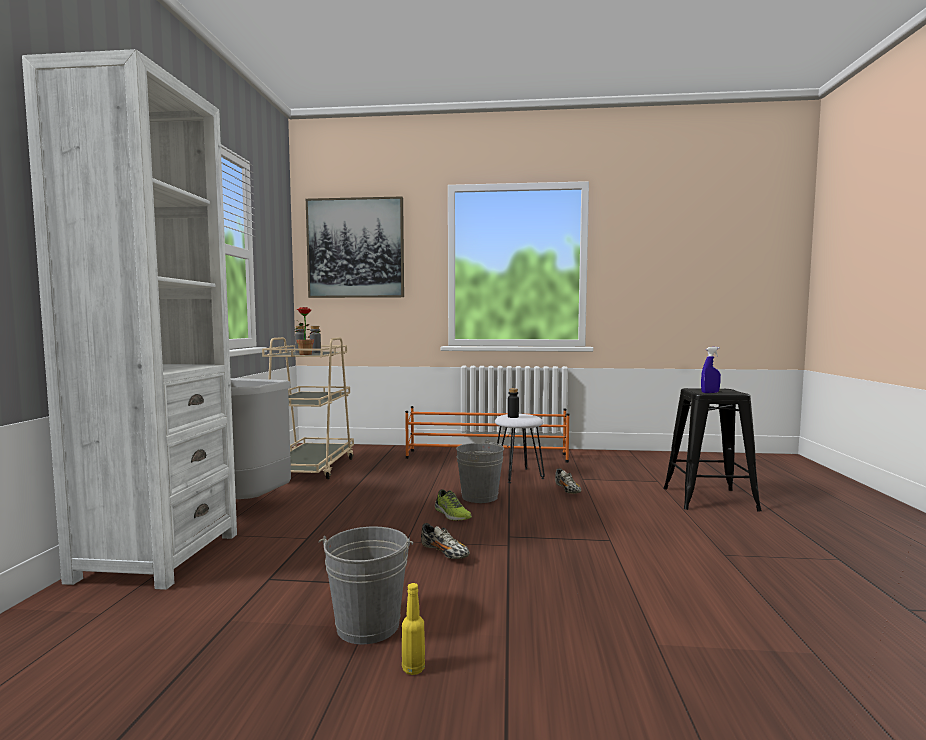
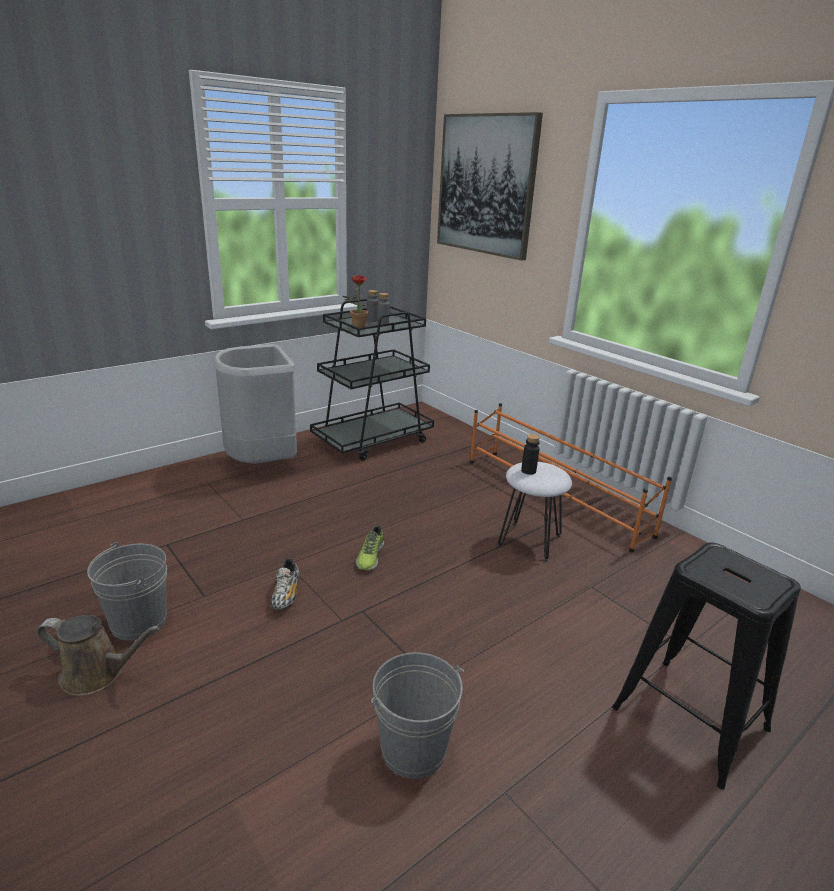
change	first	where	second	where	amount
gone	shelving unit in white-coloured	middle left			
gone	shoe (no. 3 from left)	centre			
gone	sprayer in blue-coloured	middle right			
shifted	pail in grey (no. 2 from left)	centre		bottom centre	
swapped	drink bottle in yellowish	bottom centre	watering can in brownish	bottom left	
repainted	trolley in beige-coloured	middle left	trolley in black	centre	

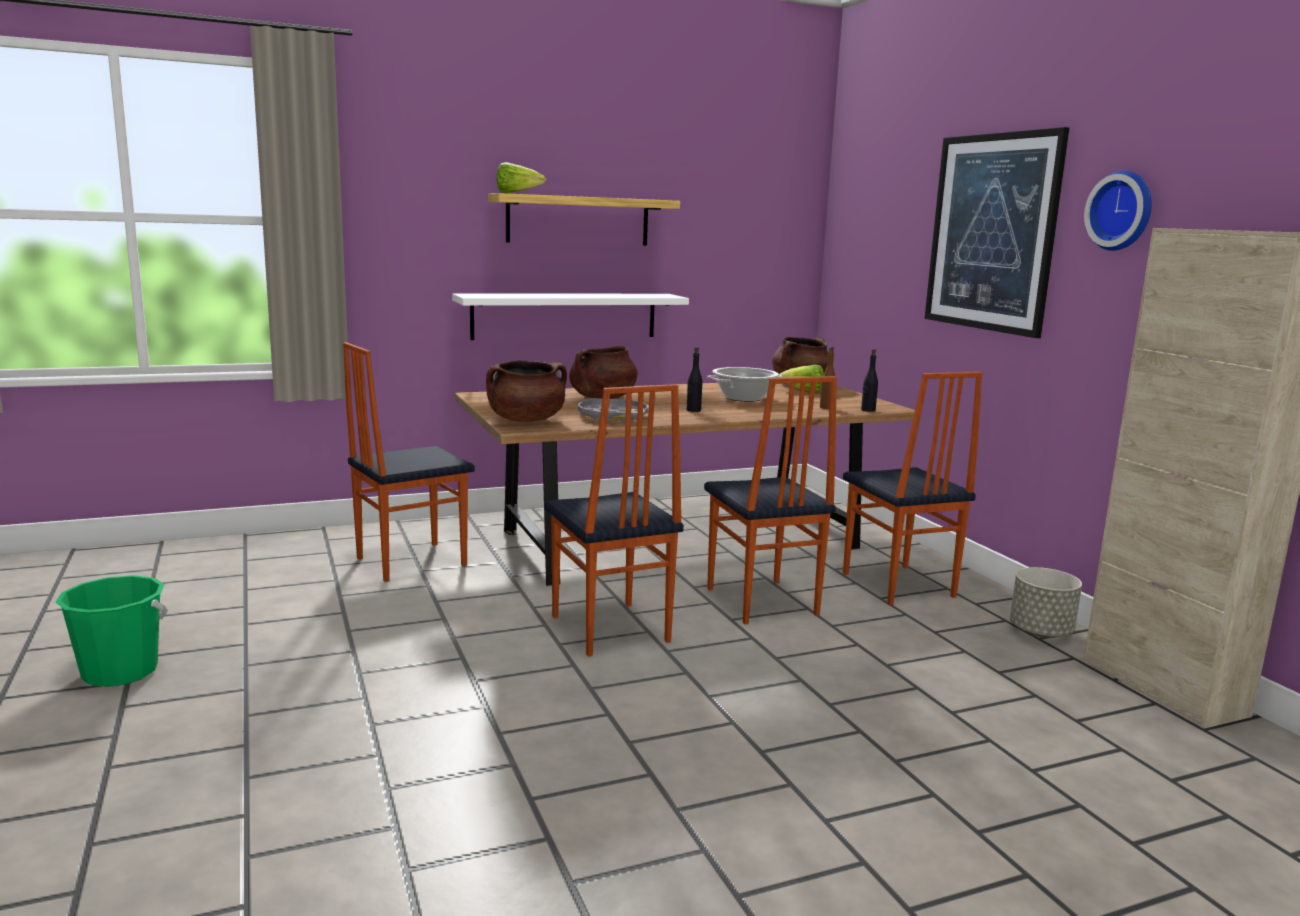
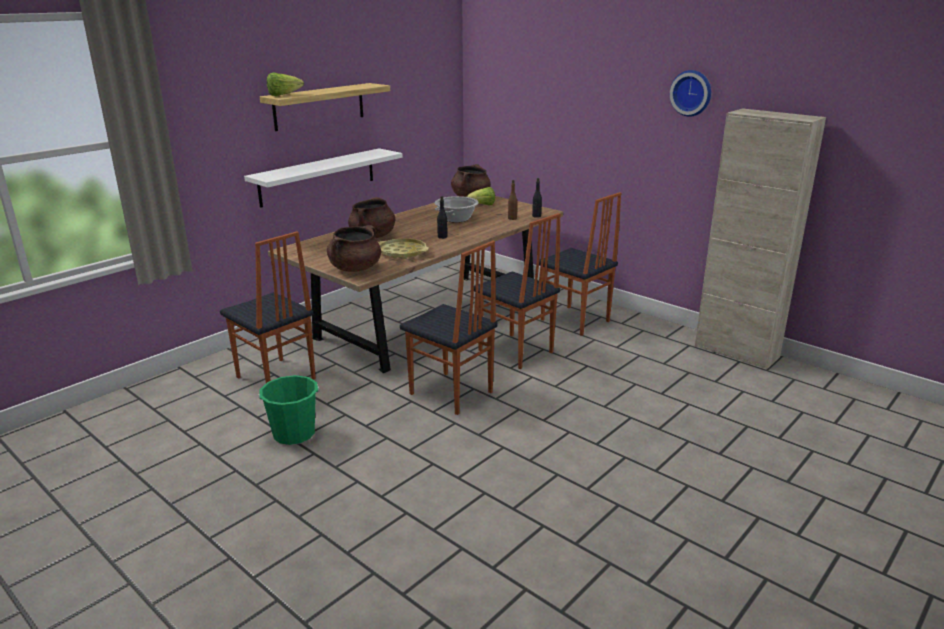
change	first	where	second	where	amount
gone	wall art	top right			
gone	plant pot in grey	middle right			
shifted	pail in greenish	bottom left		middle left	
repainted	carrying tray in grey	centre	carrying tray in yellowish	centre	
rotated	chair (no. 1 from left)	middle left		middle left	75 degrees counterclockwise

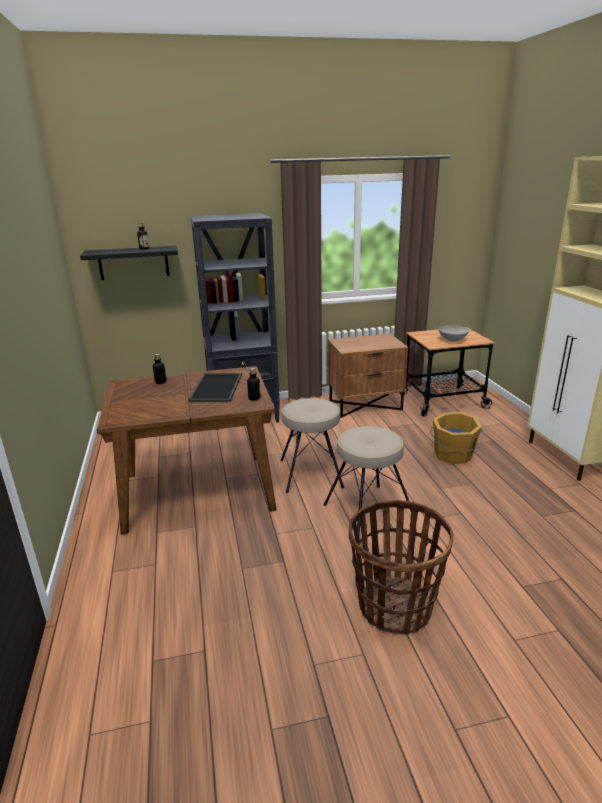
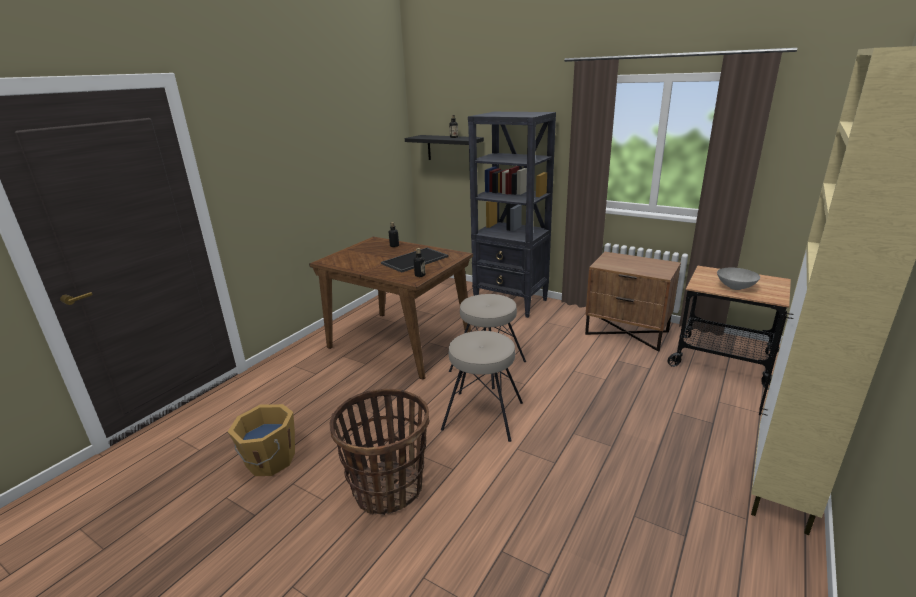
change	first	where	second	where	amount
shifted	pail in orange-coloured	middle right		bottom left	

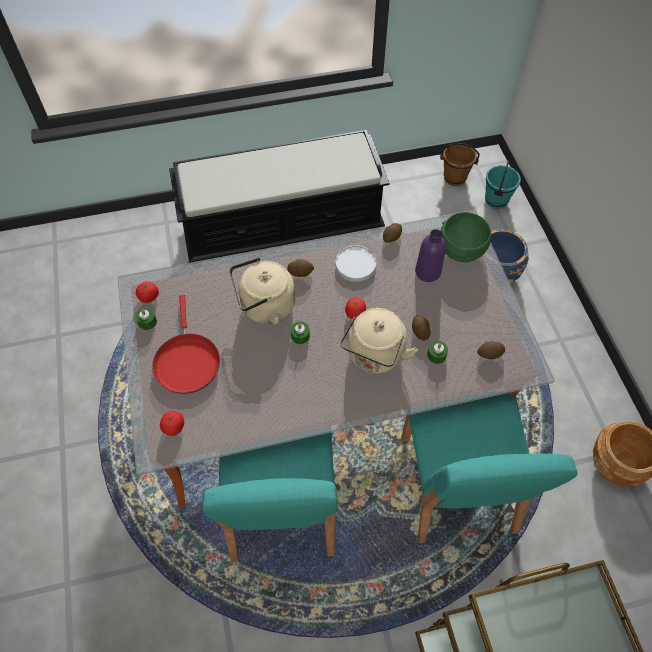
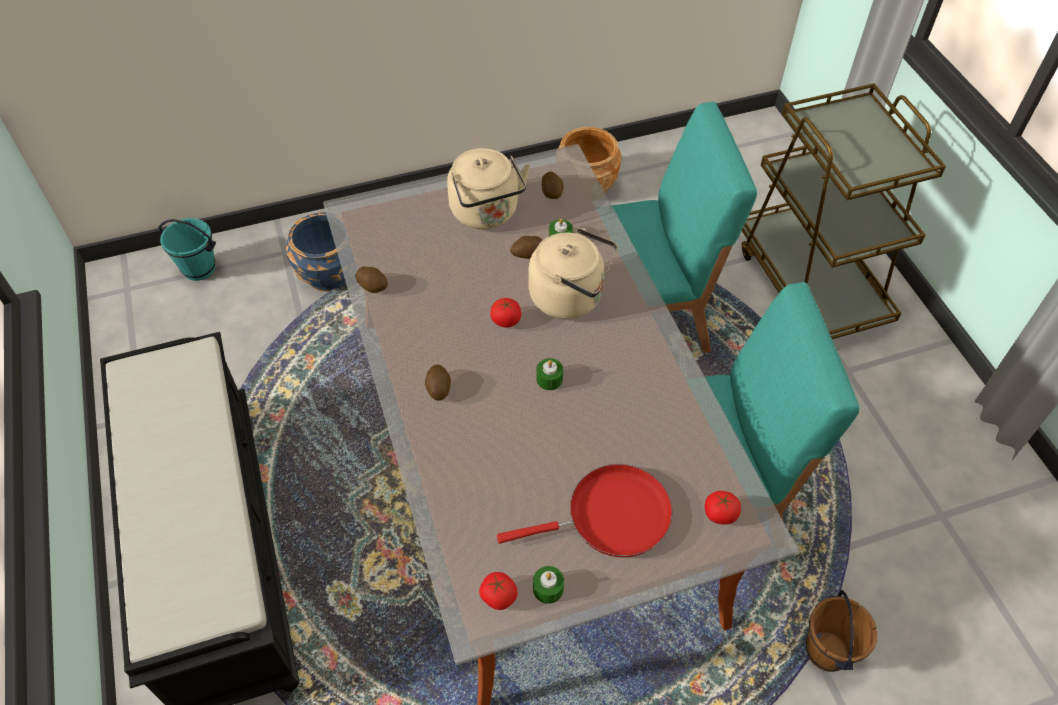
change	first	where	second	where	amount
gone	plate in white-coloured	centre			
gone	drink bottle in purplish	centre			
gone	serving bowl in greenish	middle right			
shifted	water kettle in beige-coloured (no. 1 from left)	centre		top centre	
shifted	pail in brownish	top right		bottom right	

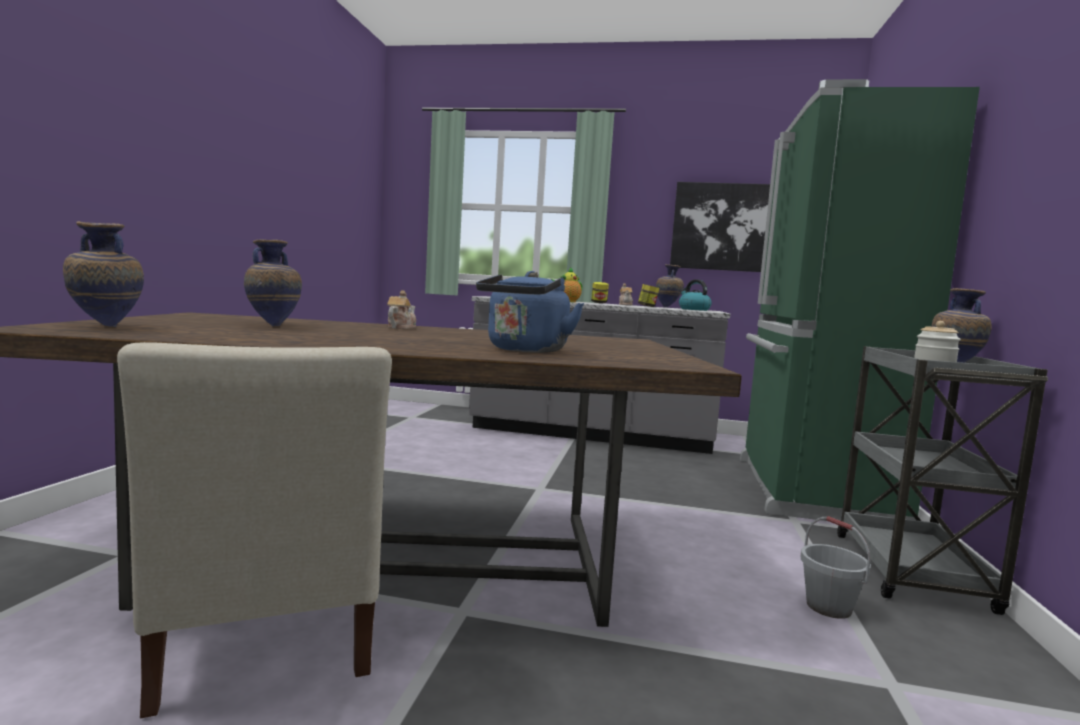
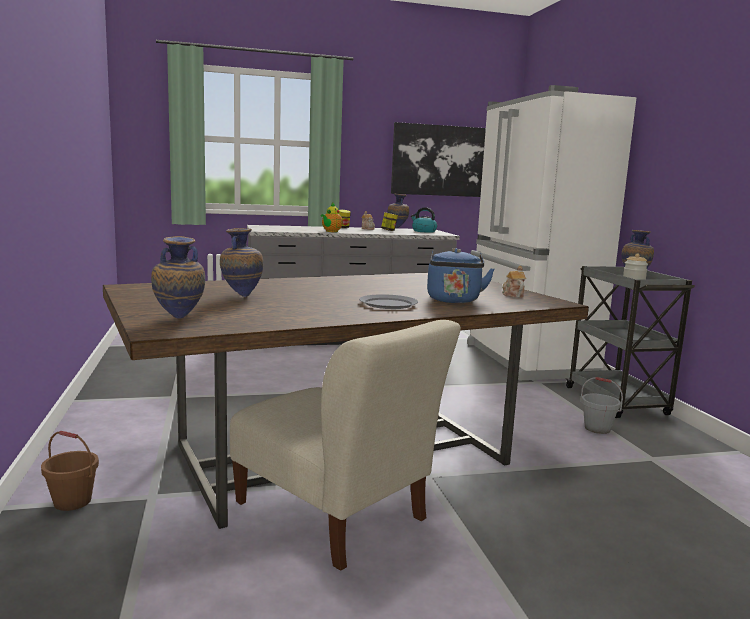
change	first	where	second	where	amount
new			pail in brownish	bottom left	
new			plate in grey	centre	
shifted	teapot (no. 1 from left in the first image)	centre	teapot (no. 3 from left)	middle right	
repainted	fridge in greenish	middle right	fridge in white-coloured	middle right	

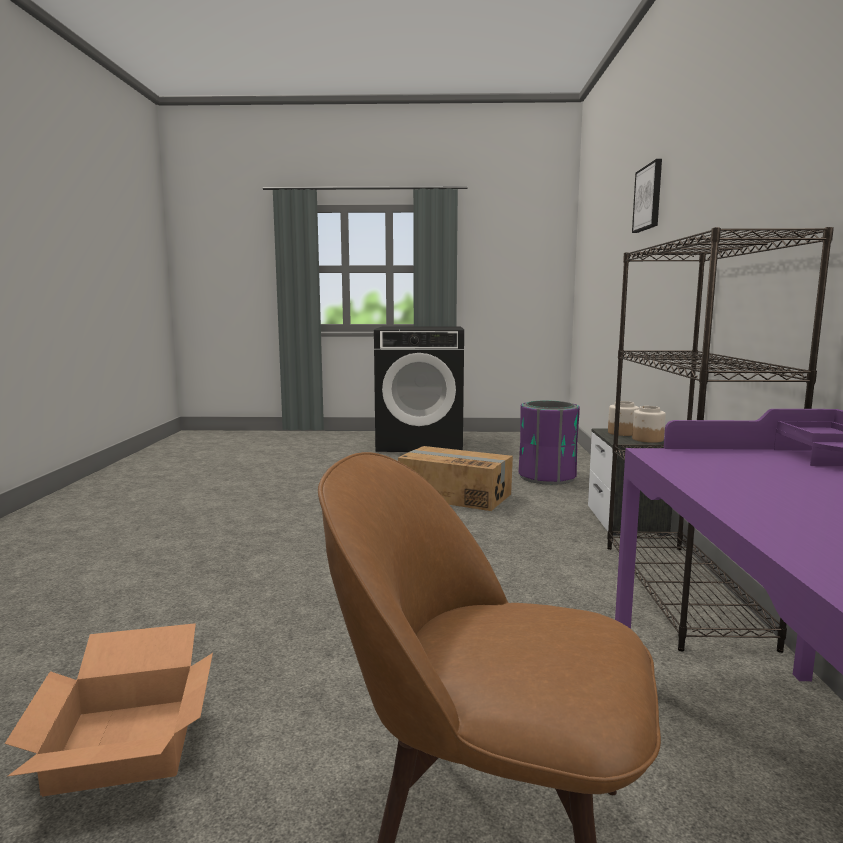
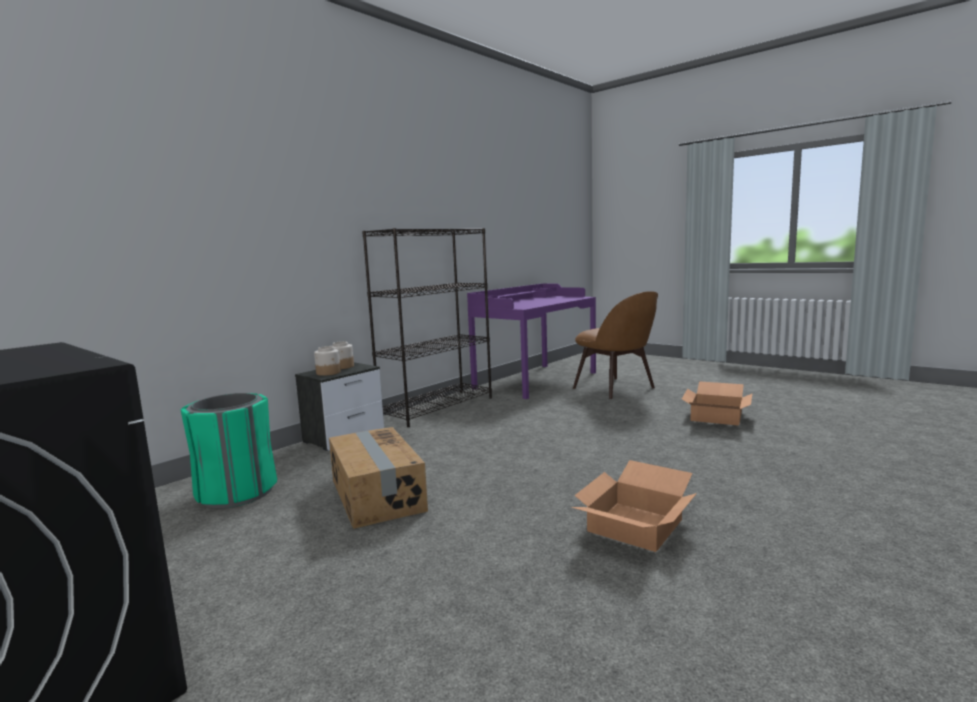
change	first	where	second	where	amount
gone	wall art	top right			
new			carton (no. 2 from left)	bottom centre	
repainted	trash can in purplish	centre	trash can in greenish	middle left	

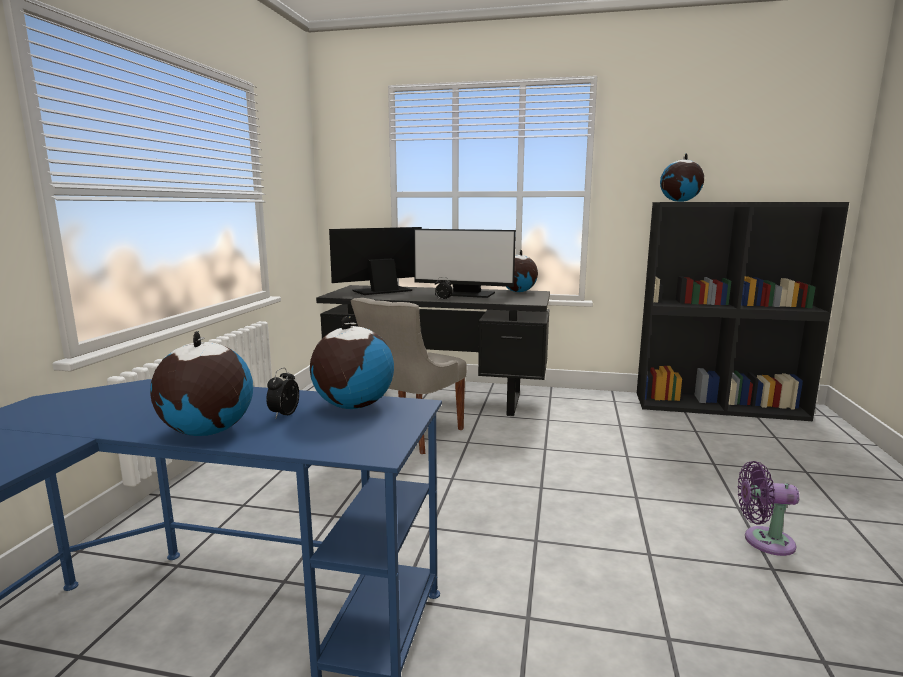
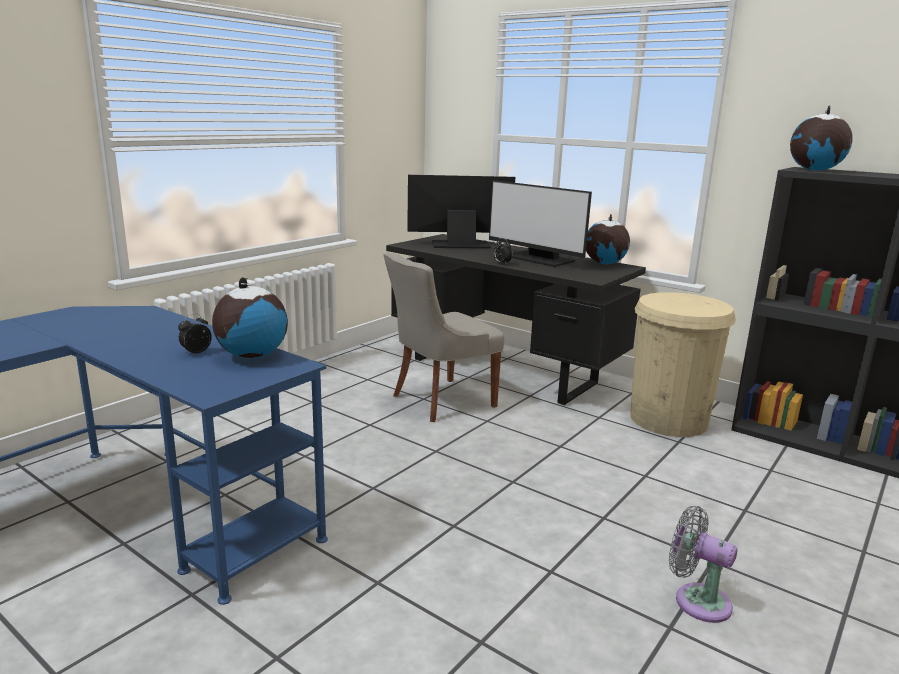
change	first	where	second	where	amount
gone	desk globe (no. 1 from left)	middle left			
new			trash can in beige-coloured	middle right	
repainted	electric fan in purplish	bottom right	electric fan in grey	bottom right	

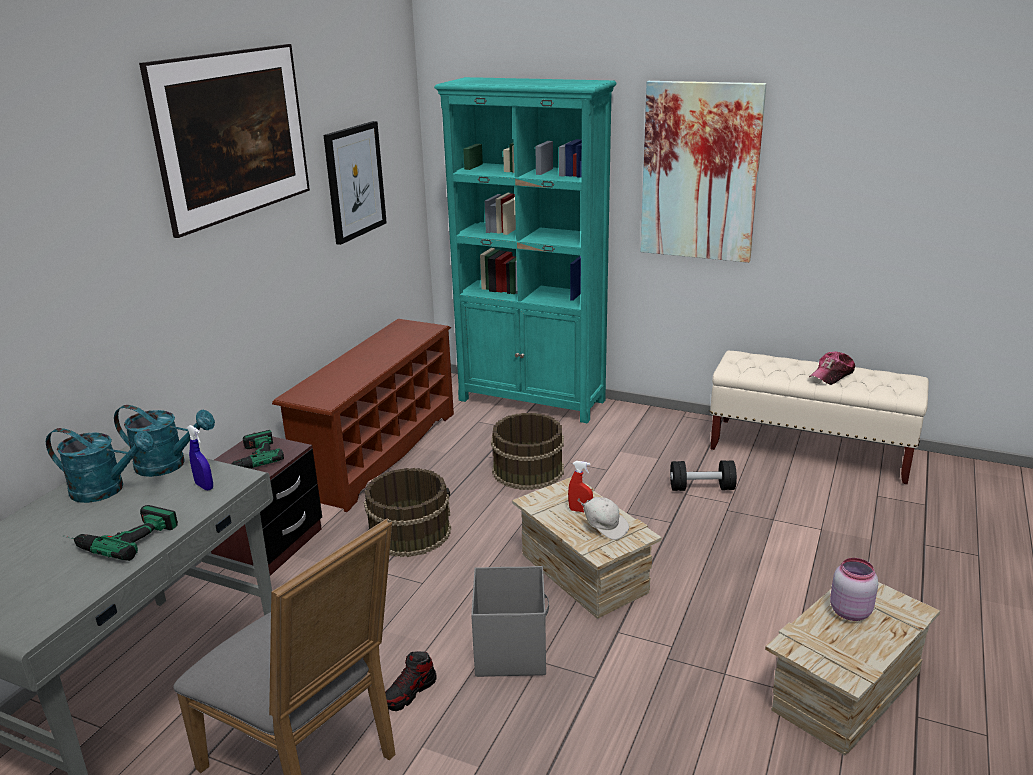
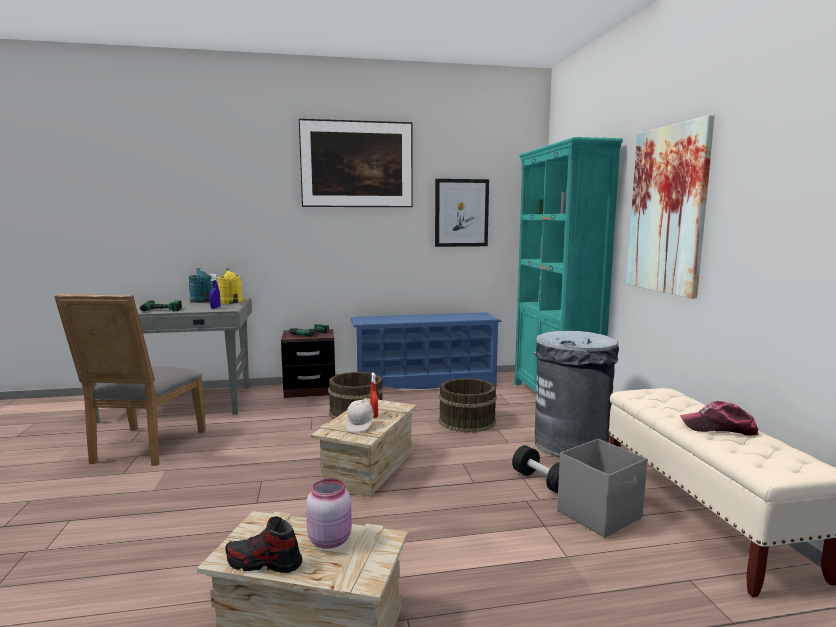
change	first	where	second	where	amount
new			trash can in grey	middle right	
shifted	shoe	bottom centre		bottom left	
shifted	storage bin in grey	bottom centre		bottom right	
repainted	watering can in blue-green (no. 2 from left)	middle left	watering can in yellowish	middle left	
repainted	shoe shelf in brownish	centre	shoe shelf in blue-coloured	centre	

